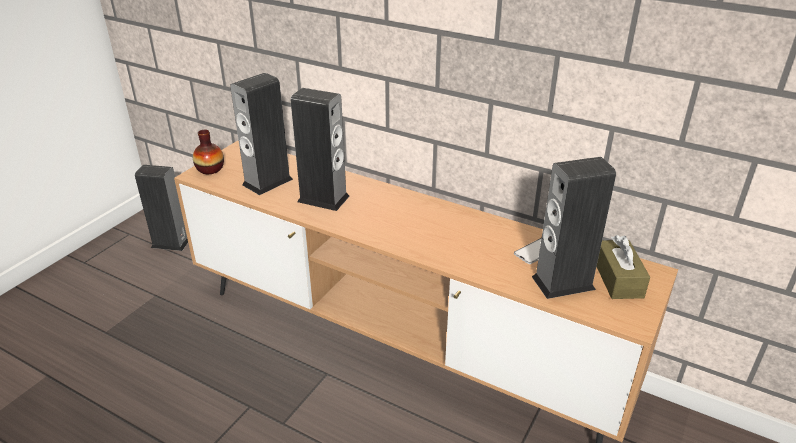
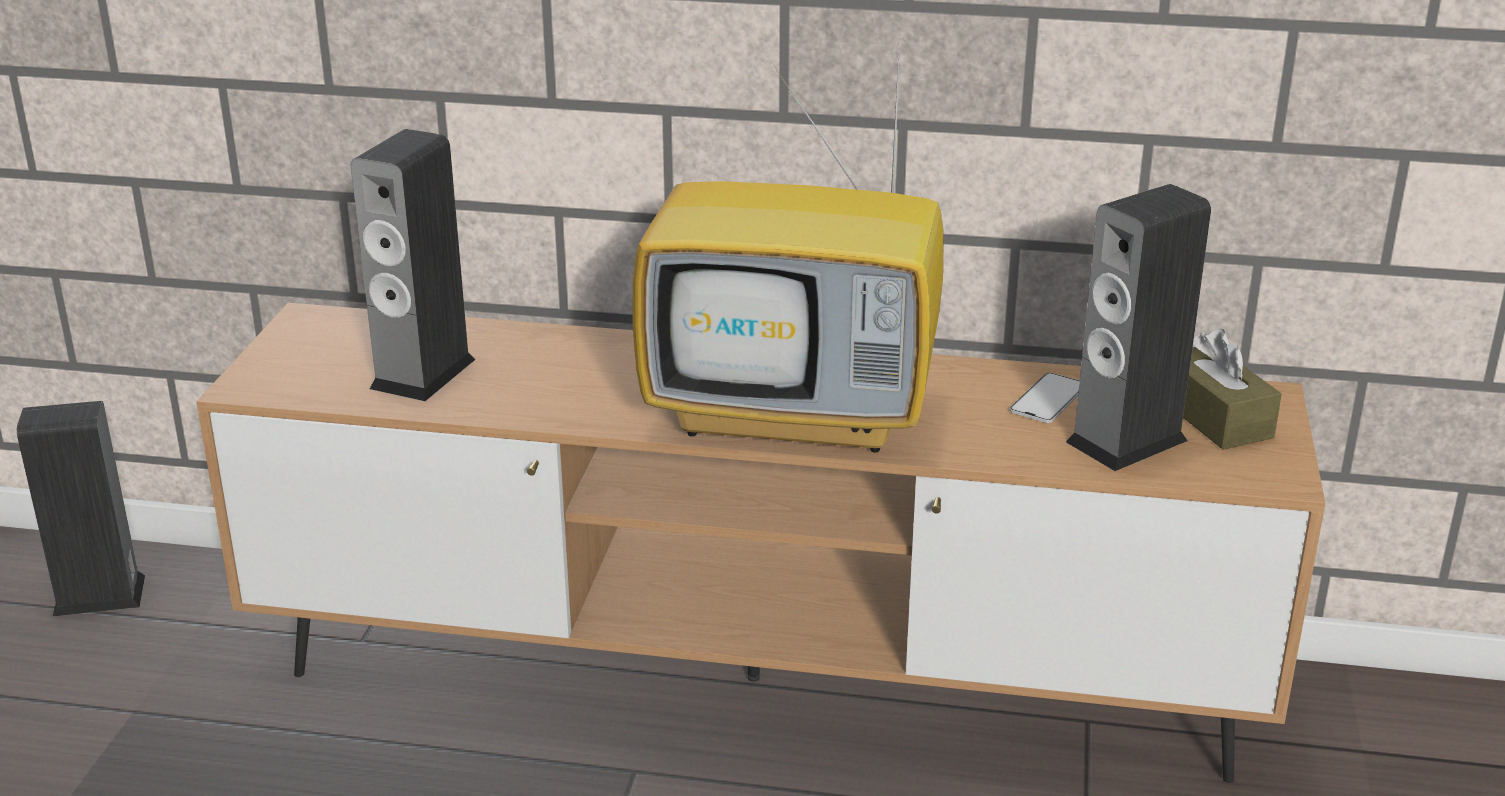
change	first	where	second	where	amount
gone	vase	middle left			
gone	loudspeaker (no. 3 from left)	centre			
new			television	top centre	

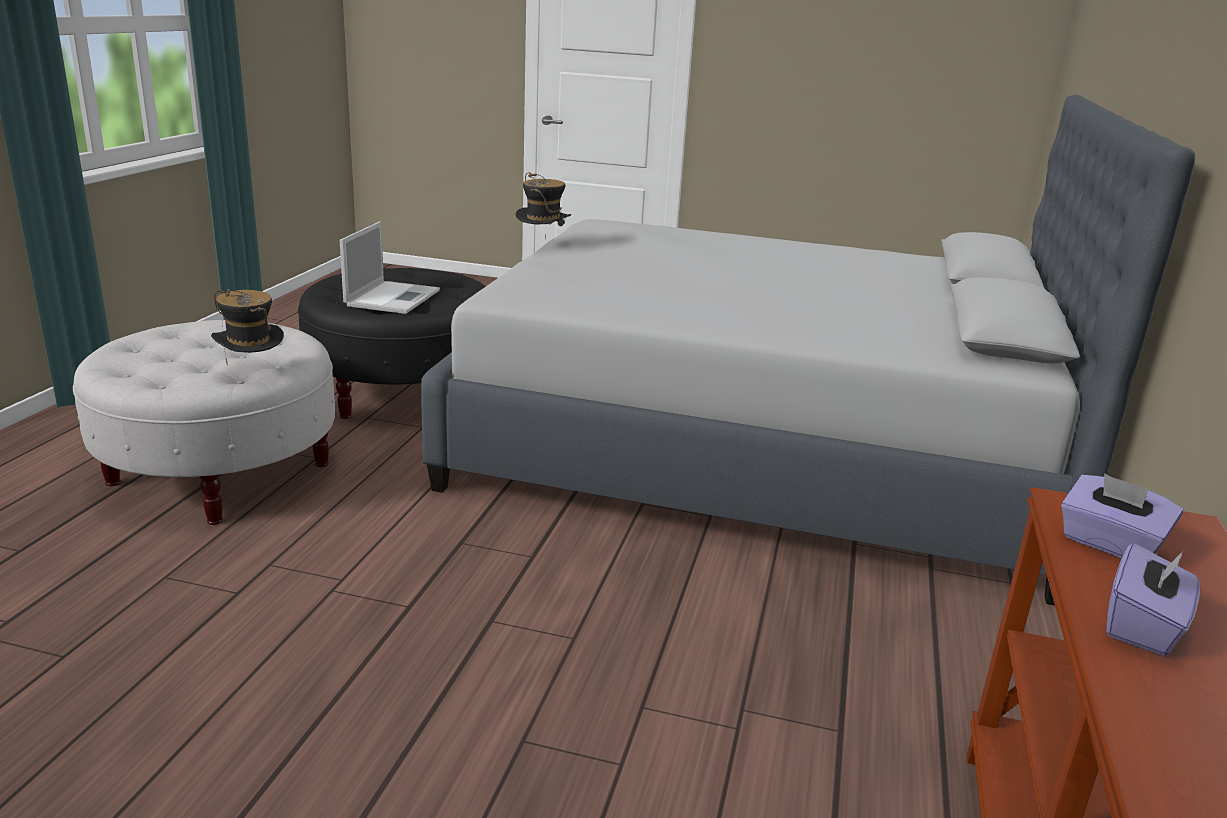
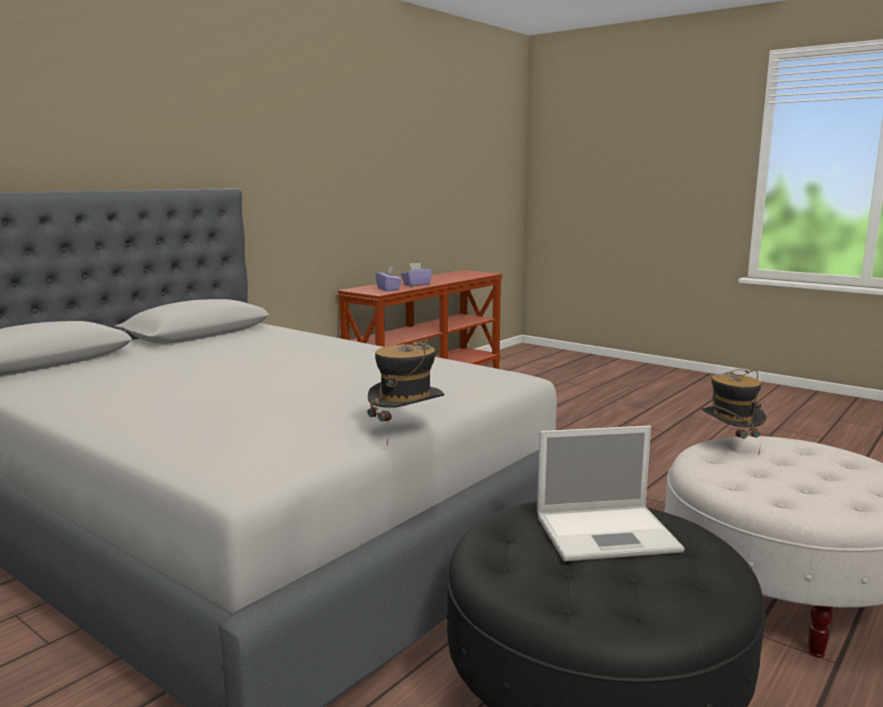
change	first	where	second	where	amount
rotated	portable computer	top left		bottom right	135 degrees counterclockwise

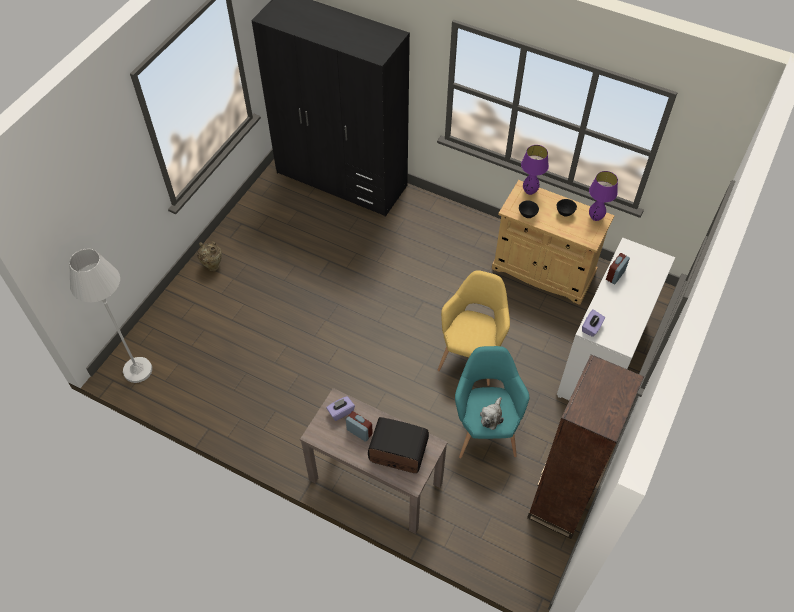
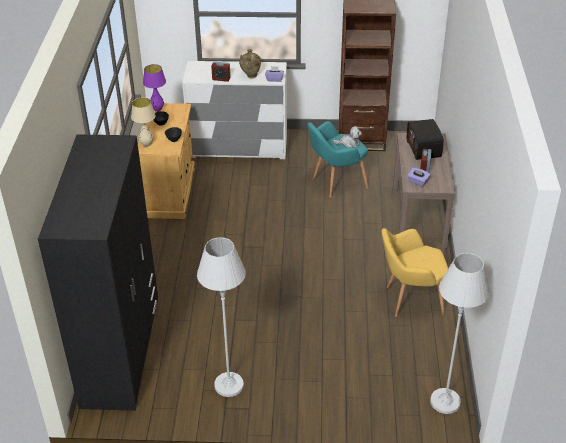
change	first	where	second	where	amount
new			standing lamp in white-coloured (no. 1 from left)	bottom centre	
shifted	vase in beige-coloured	middle left		top centre	
shifted	easy chair in yellowish	centre		middle right	
repainted	table lamp in purplish (no. 1 from left)	top right	table lamp in beige-coloured	top left	

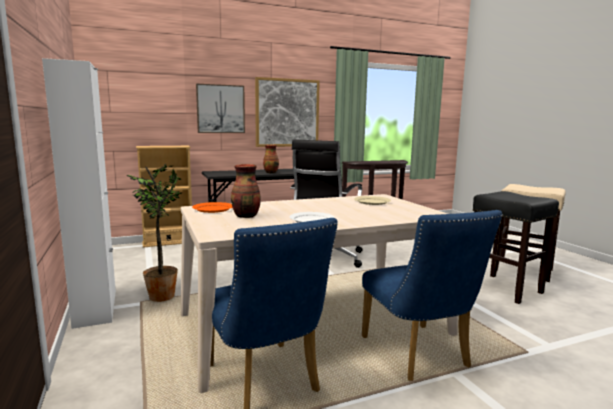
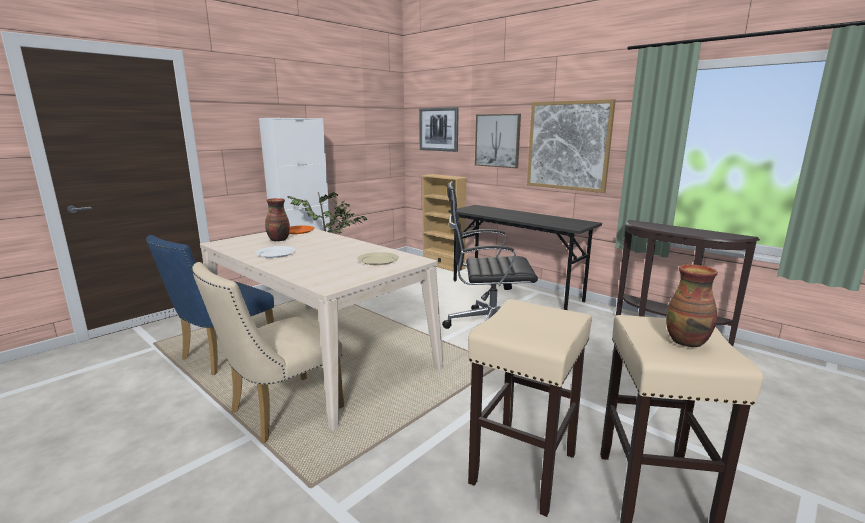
change	first	where	second	where	amount
new			wall art (no. 1 from left)	top centre	
shifted	vase (no. 2 from left)	centre		middle right	
repainted	chair in blue-coloured (no. 2 from left)	bottom right	chair in beige-coloured	bottom left	
repainted	stool in black	middle right	stool in beige-coloured (no. 1 from left)	bottom centre	

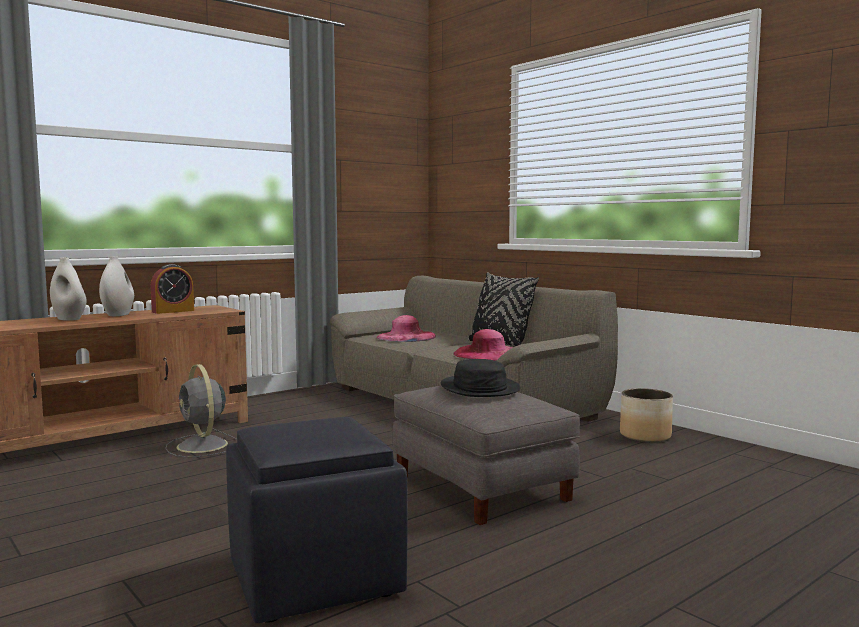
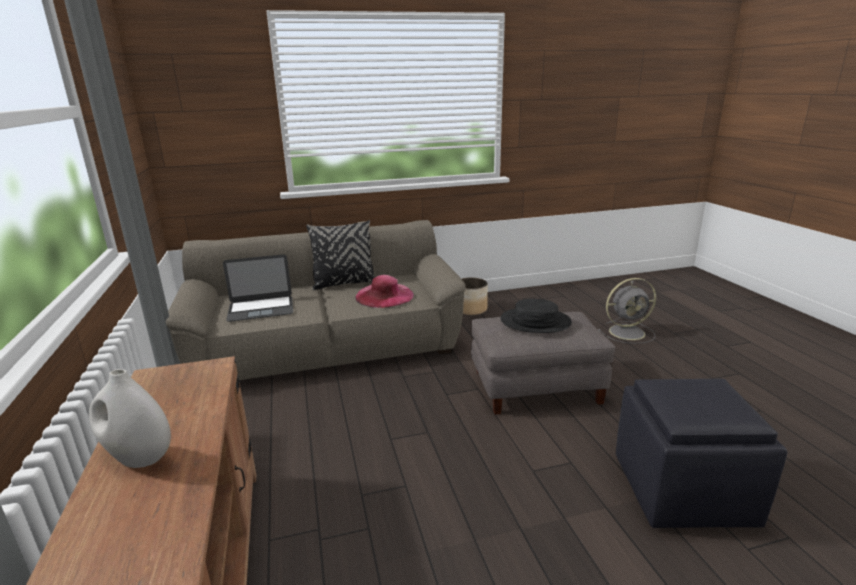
change	first	where	second	where	amount
gone	vase in white-coloured (no. 1 from left)	middle left			
gone	table clock	middle left			
shifted	electric fan in grey	middle left		middle right	
swapped	hat in pink-coloured (no. 1 from left)	centre	portable computer	middle left	

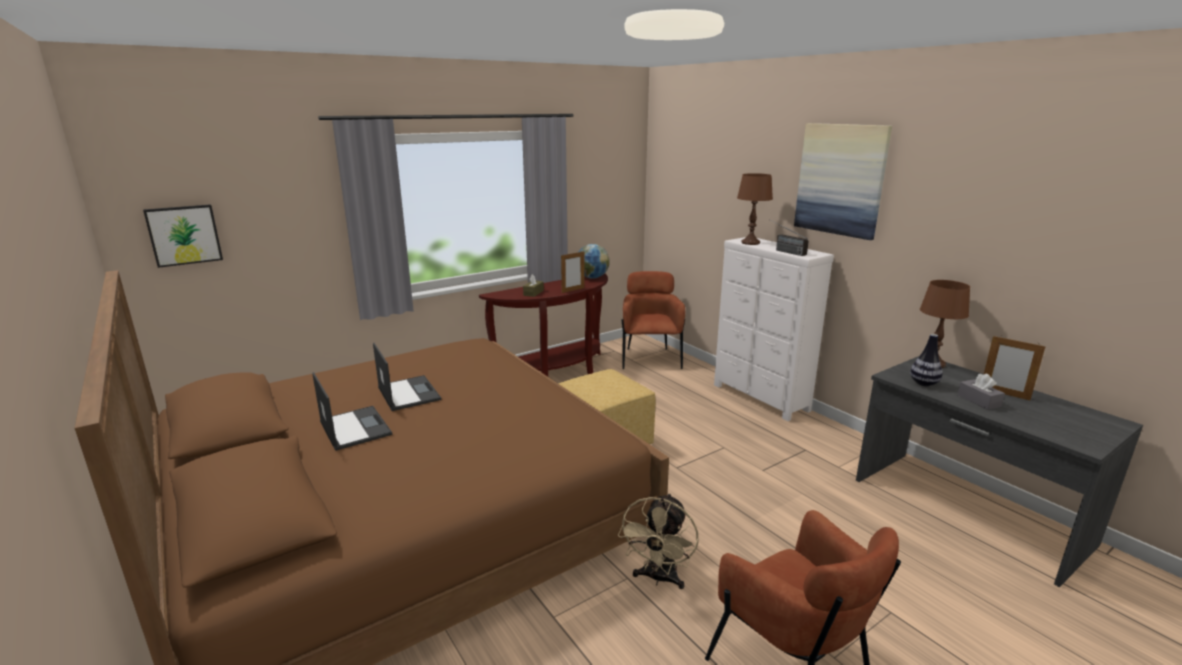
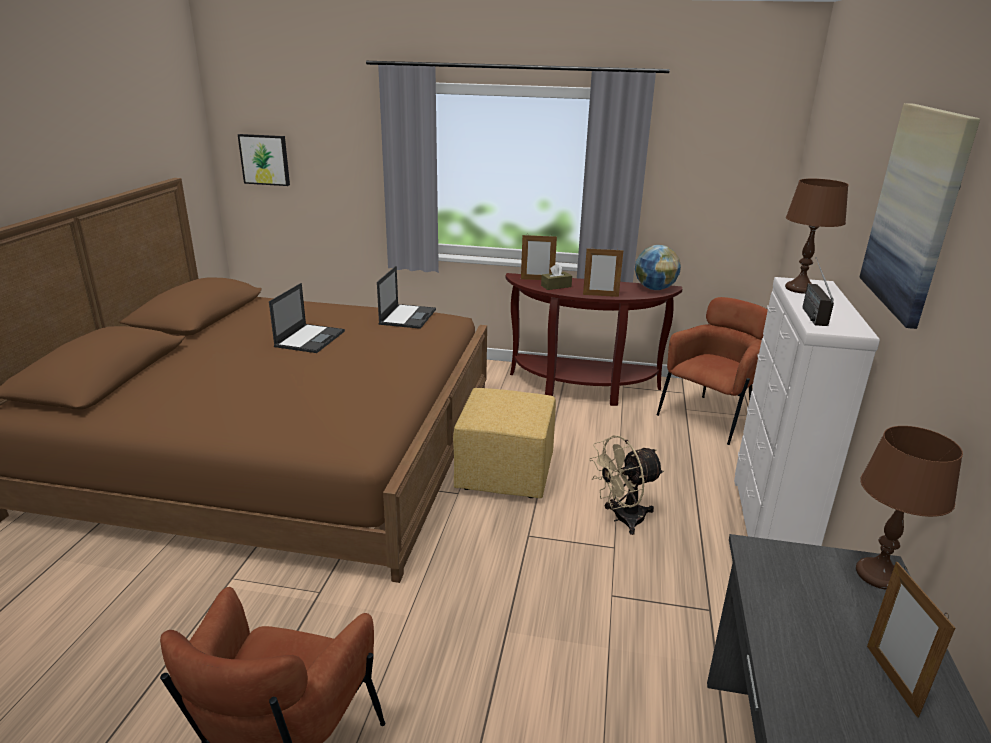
change	first	where	second	where	amount
gone	vase	middle right			
gone	box of tissues in grey	middle right			
new			standing frame (no. 1 from left)	centre	
shifted	portable computer (no. 1 from left in the first image)	middle left	portable computer (no. 2 from left)	centre	
shifted	electric fan in beige-coloured	bottom centre		centre	

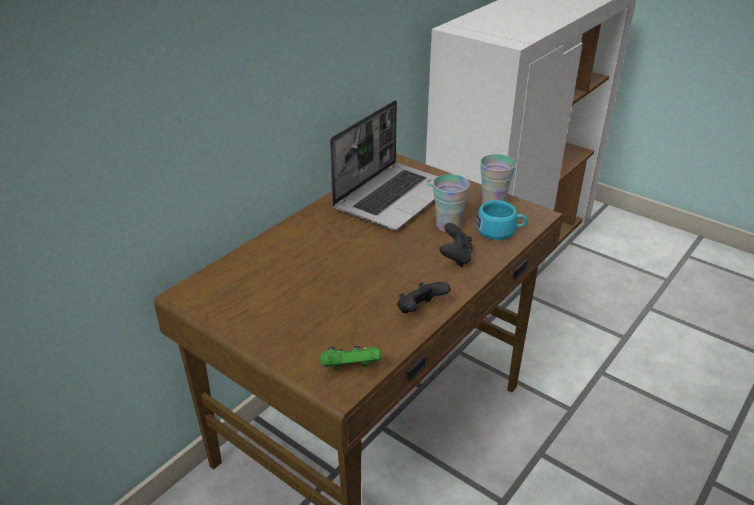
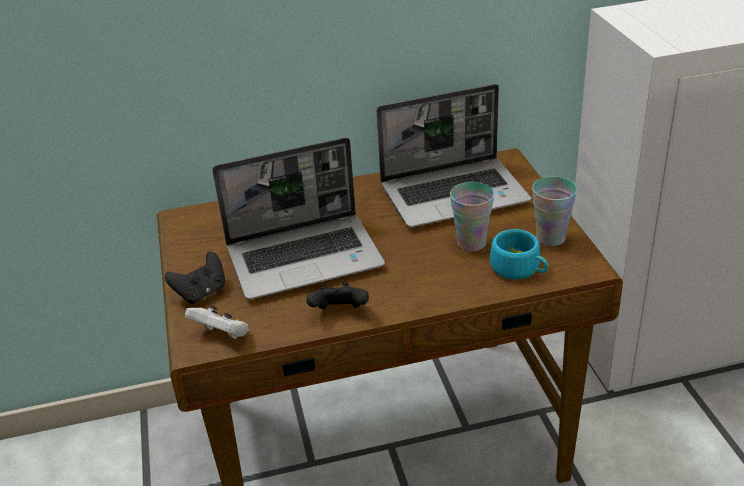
change	first	where	second	where	amount
new			portable computer (no. 1 from left)	centre	
shifted	gamepad in black (no. 2 from left in the first image)	centre	gamepad in black (no. 1 from left)	middle left	
repainted	gamepad in greenish	bottom centre	gamepad in white-coloured	middle left	

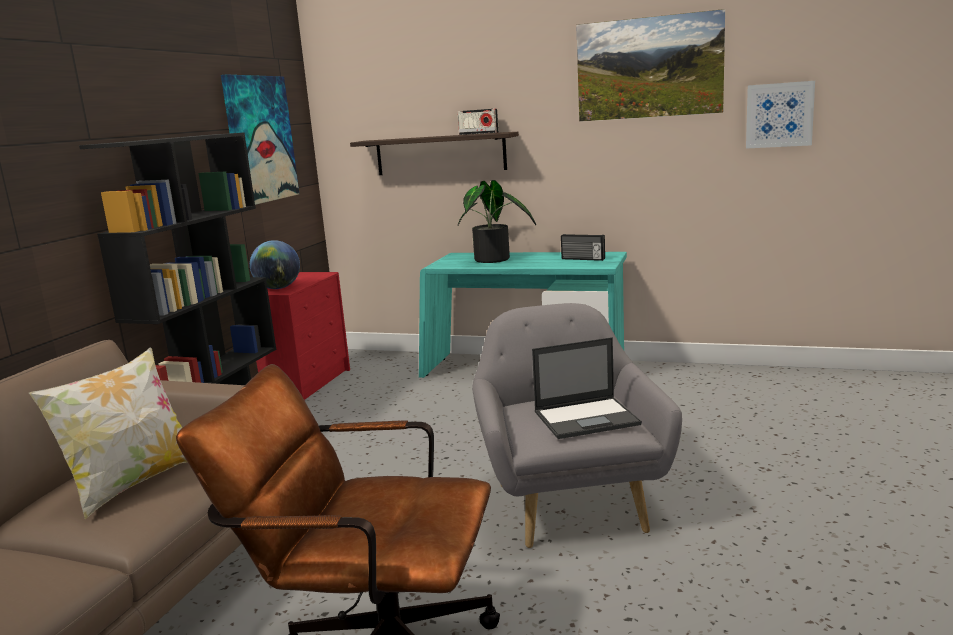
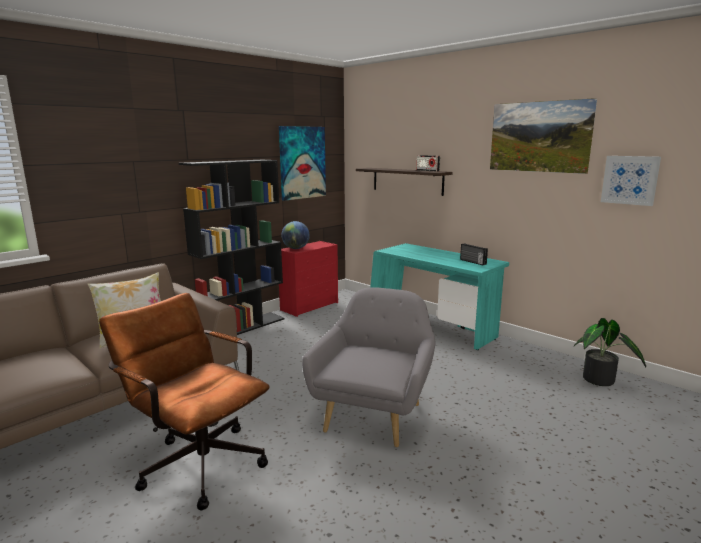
change	first	where	second	where	amount
gone	portable computer	centre			
shifted	plant in a pot	centre		middle right	

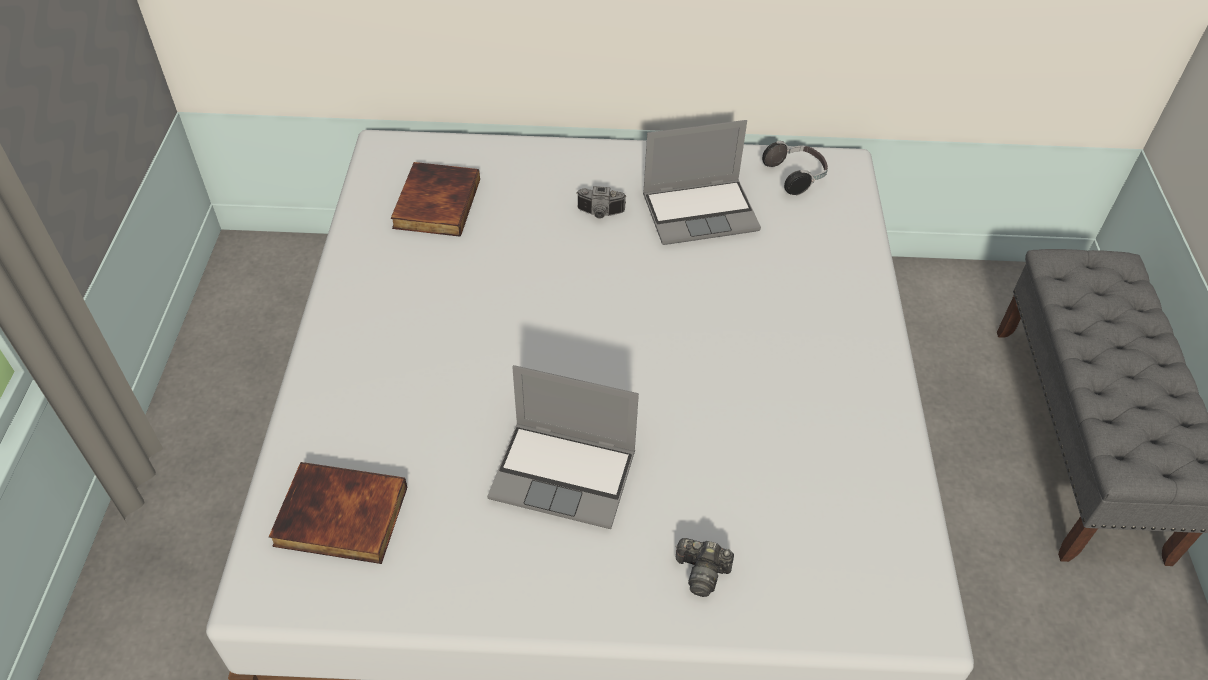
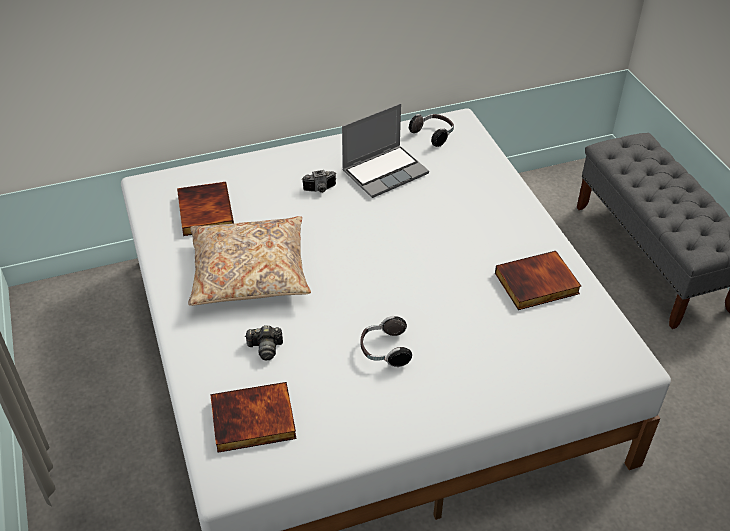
change	first	where	second	where	amount
new			pillow in beige-coloured	centre	
new			book (no. 3 from left)	middle right	
shifted	still camera (no. 2 from left in the first image)	bottom centre	still camera (no. 1 from left)	centre	
swapped	portable computer (no. 1 from left)	centre	pair of headphones (no. 1 from left)	centre	

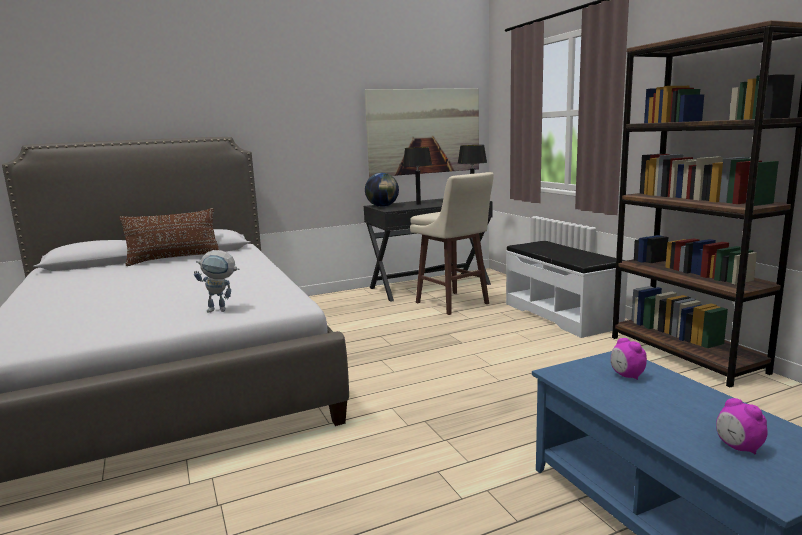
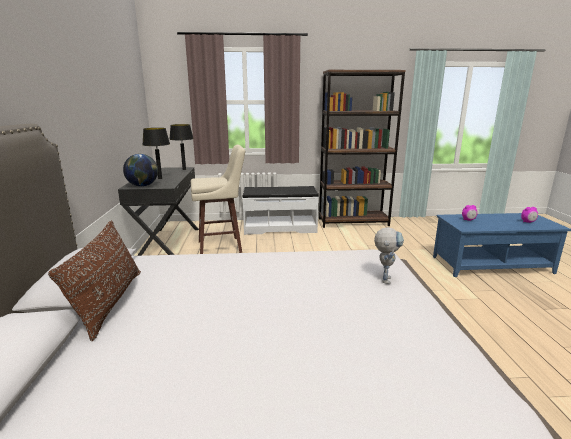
change	first	where	second	where	amount
gone	wall art	top centre			

